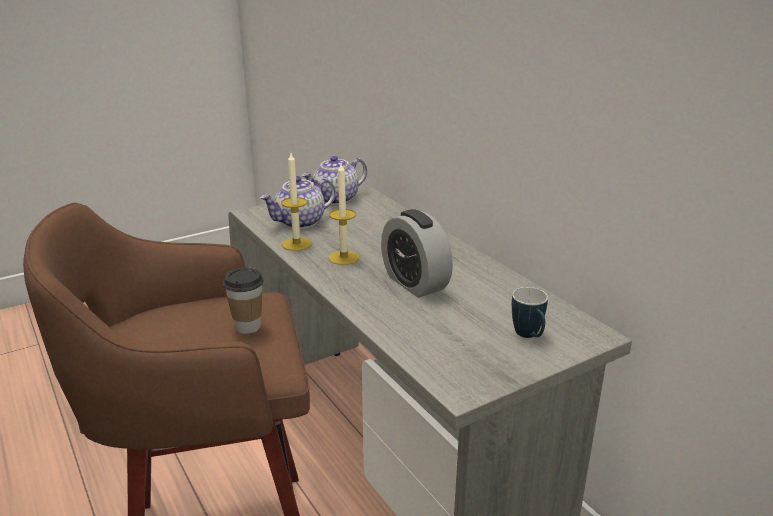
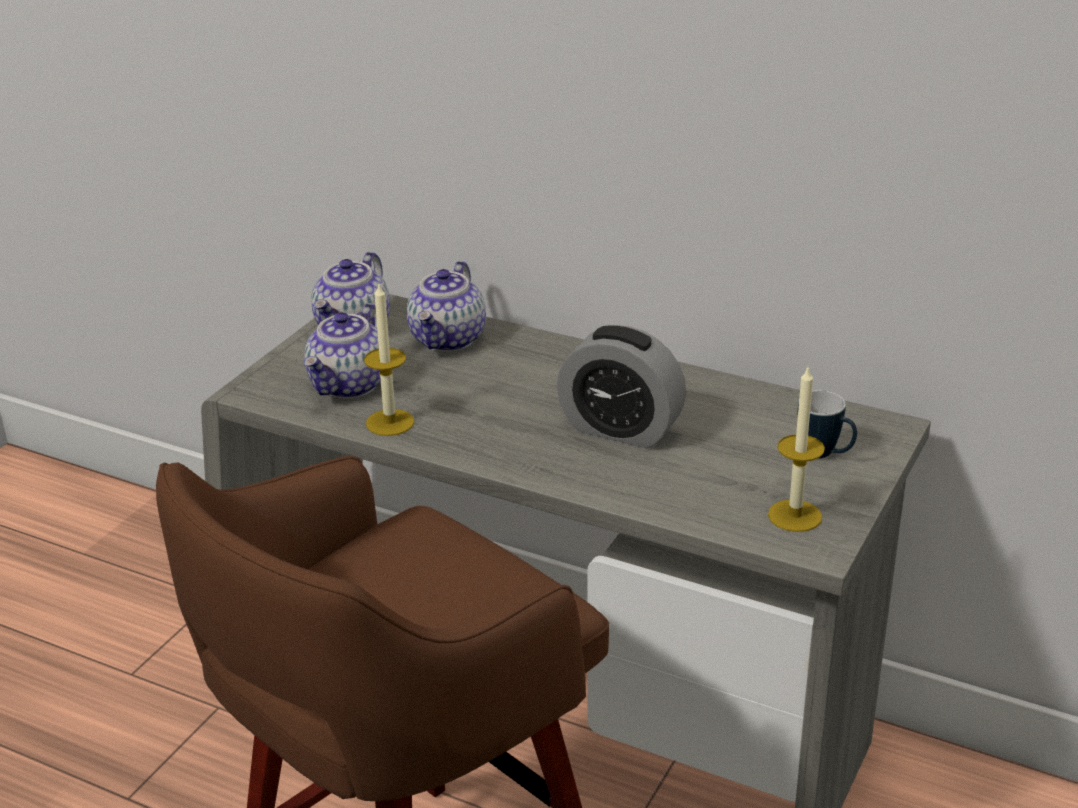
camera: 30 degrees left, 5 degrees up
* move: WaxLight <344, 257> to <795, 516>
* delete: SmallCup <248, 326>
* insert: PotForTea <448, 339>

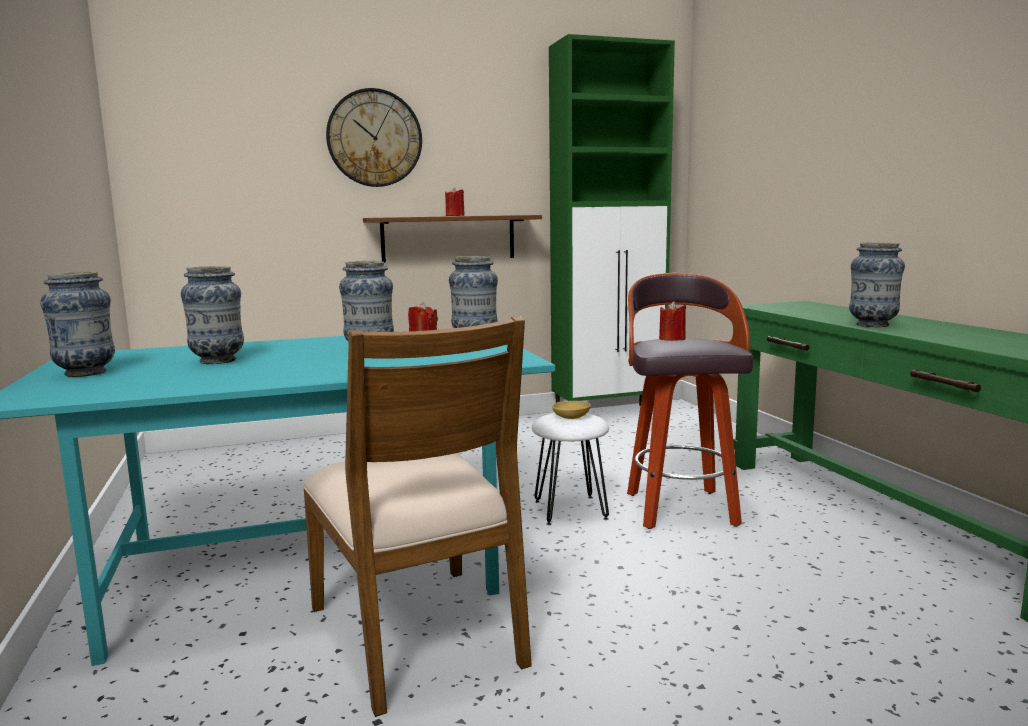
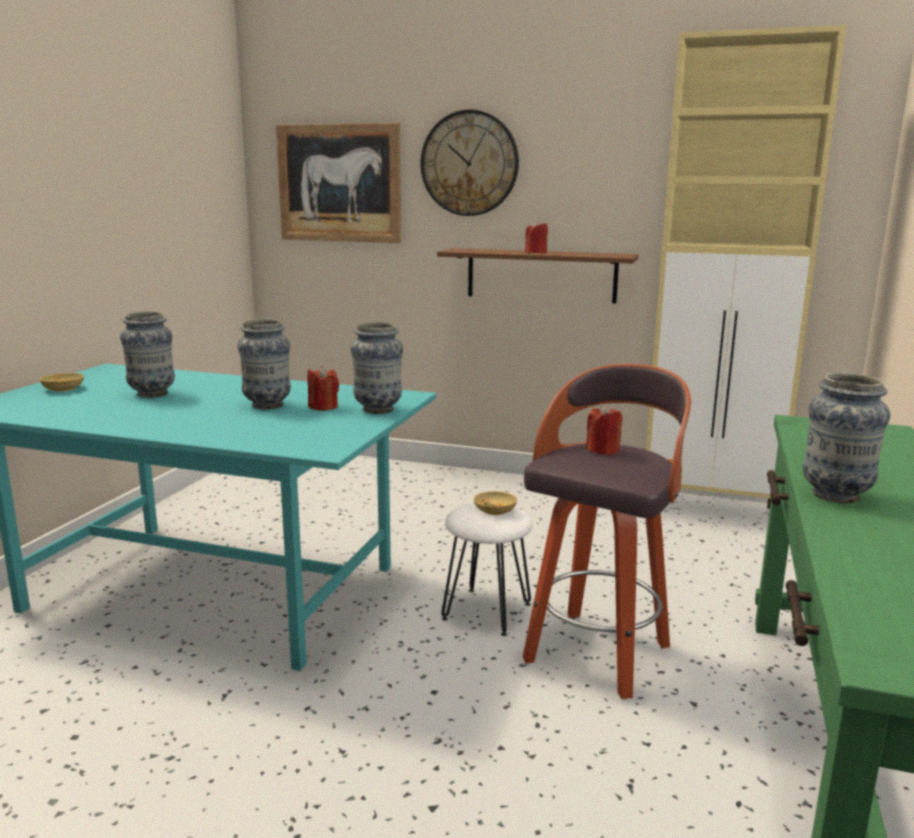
camera: 35 degrees right, 5 degrees up
* recolor: GreenishStorageCabinet <609, 414> to BeigeStorageCabinet <710, 509>
* replace: DecorativeVase <86, 373> to BeigeBowl <62, 389>
* delete: BrownishPlainChair <419, 634>
* insert: WallPicture <339, 183>

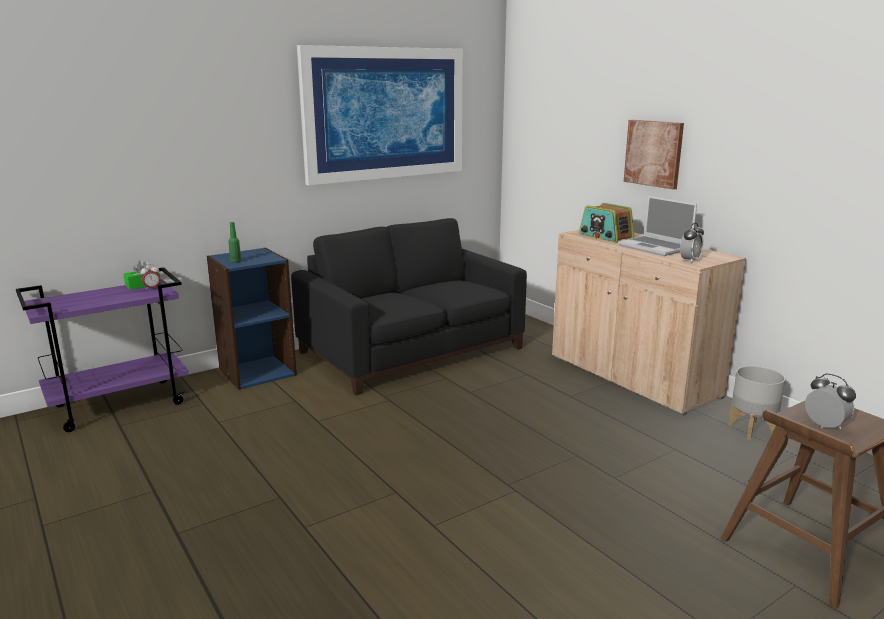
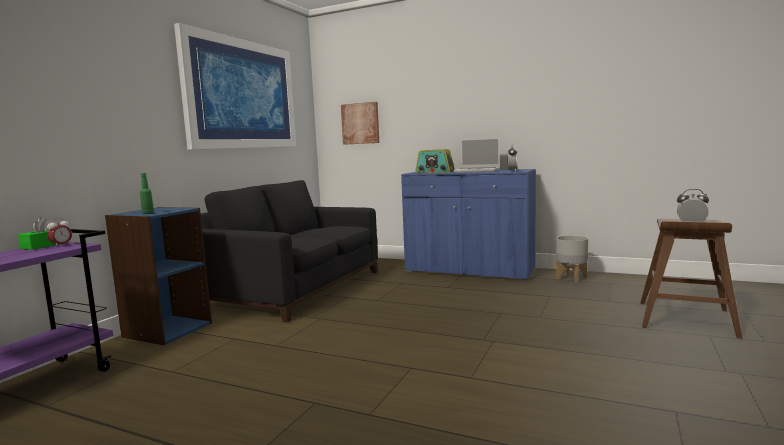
camera: 30 degrees left, 10 degrees down
* move: WallPicture <654, 153> to <360, 123>
* recolor: BeigeStorageCabinet <632, 376> to BluishStorageCabinet <469, 270>

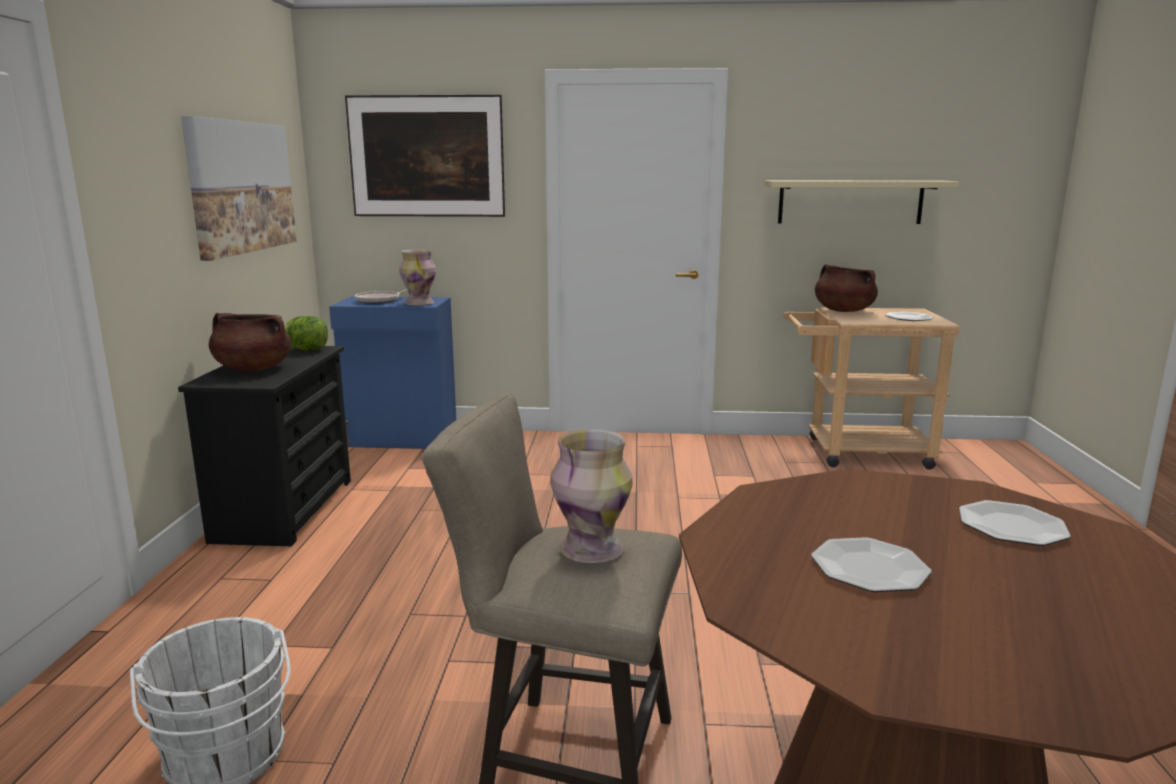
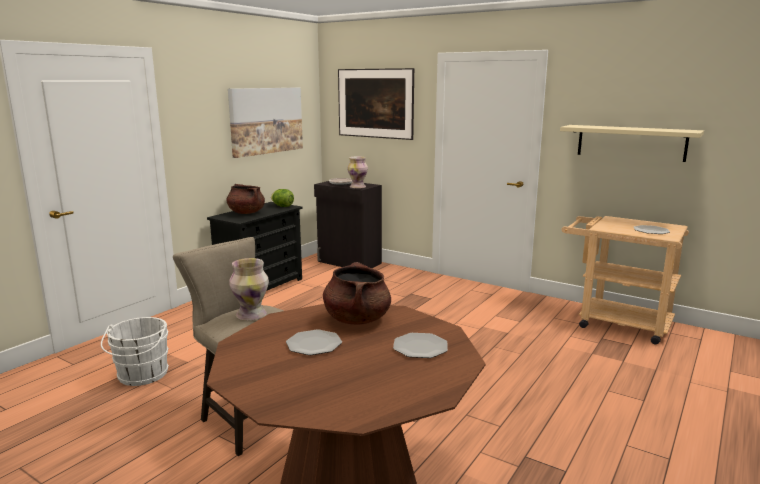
camera: 30 degrees right, 0 degrees up
* move: BrownishCookingPot <843, 311> to <357, 319>
* recolor: BluishStorageCabinet <402, 439> to BlackishStorageCabinet <349, 263>

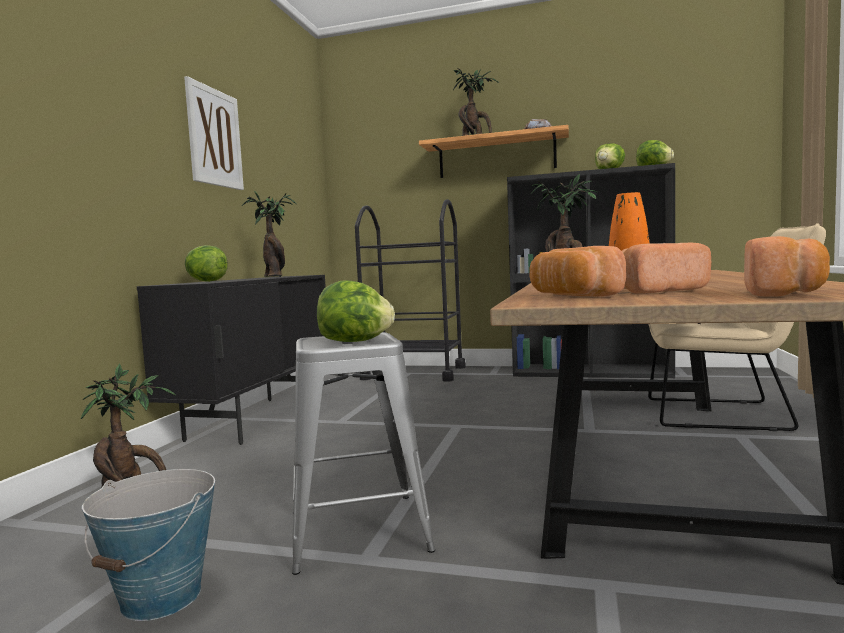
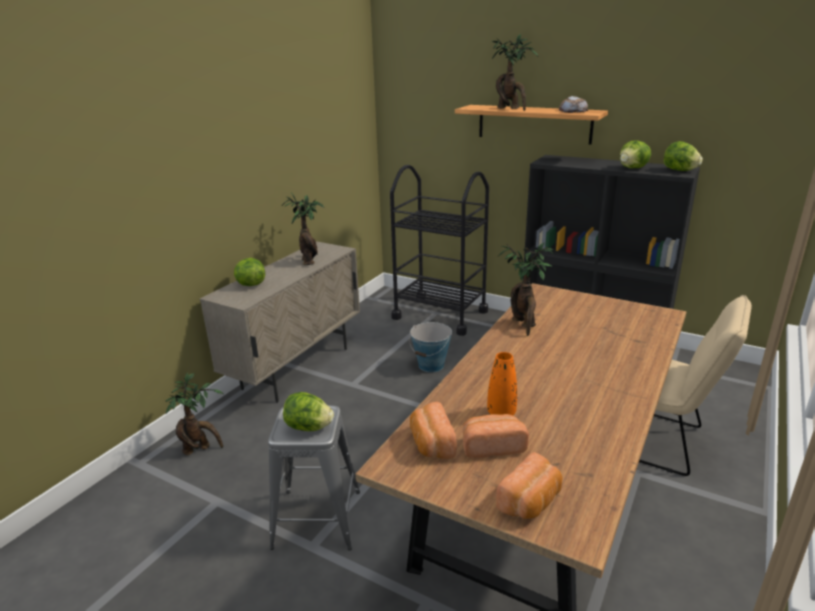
camera: 15 degrees right, 20 degrees up
* delete: WallPicture <214, 137>
* recolor: BlackishStorageCabinet <257, 419> to BeigeStorageCabinet <297, 368>
* move: Pail <162, 597> to <431, 365>

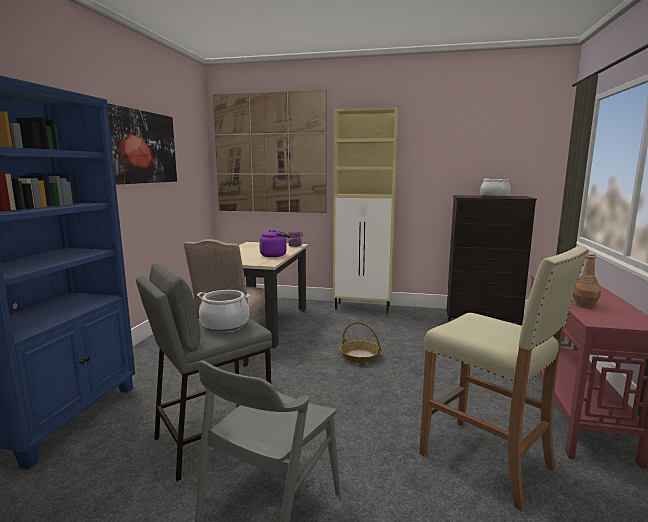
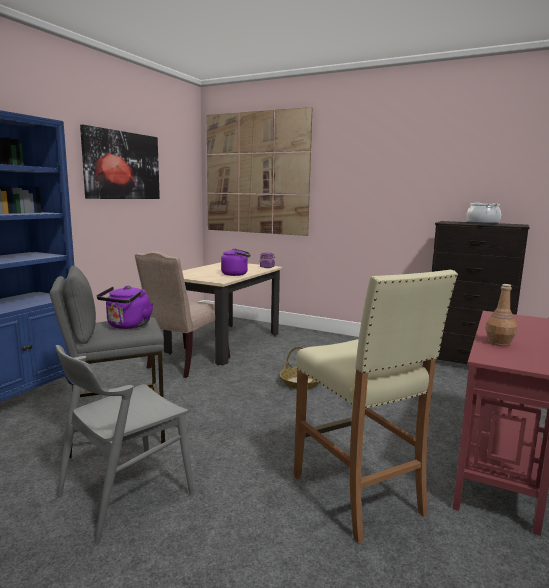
camera: 15 degrees right, 0 degrees up
* delete: BeigeStorageCabinet <363, 308>
* replace: CookingPot <225, 324> to PurpleColouredTeaKettle <127, 326>

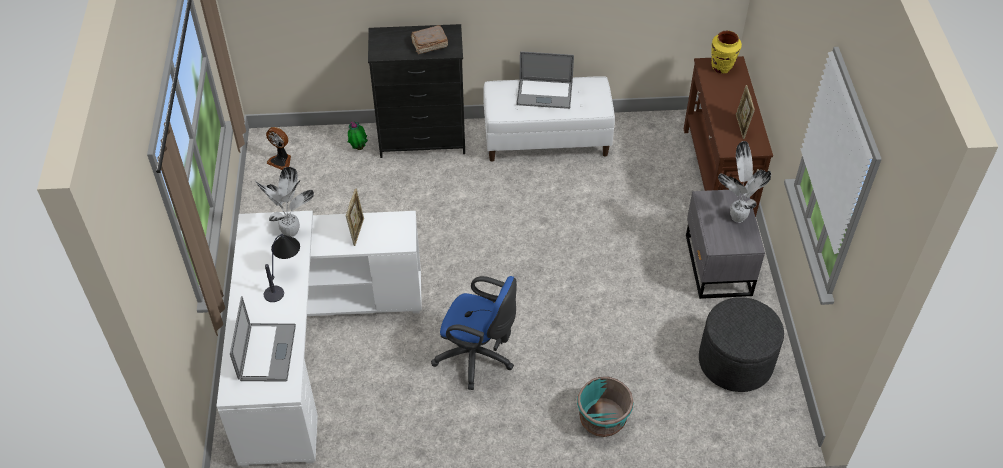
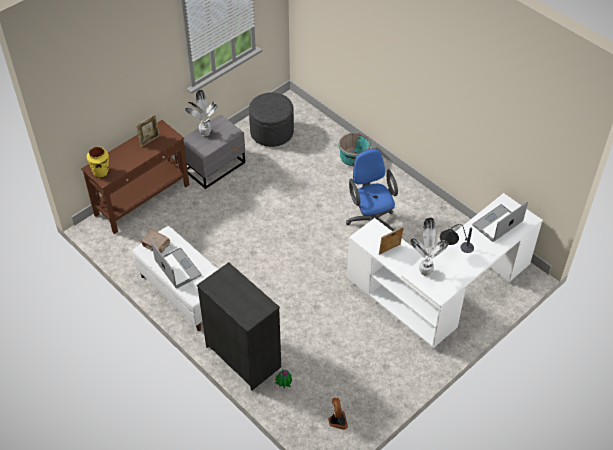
camera: 130 degrees left, 0 degrees up
* move: BrownishBoundBook <429, 45> to <156, 245>

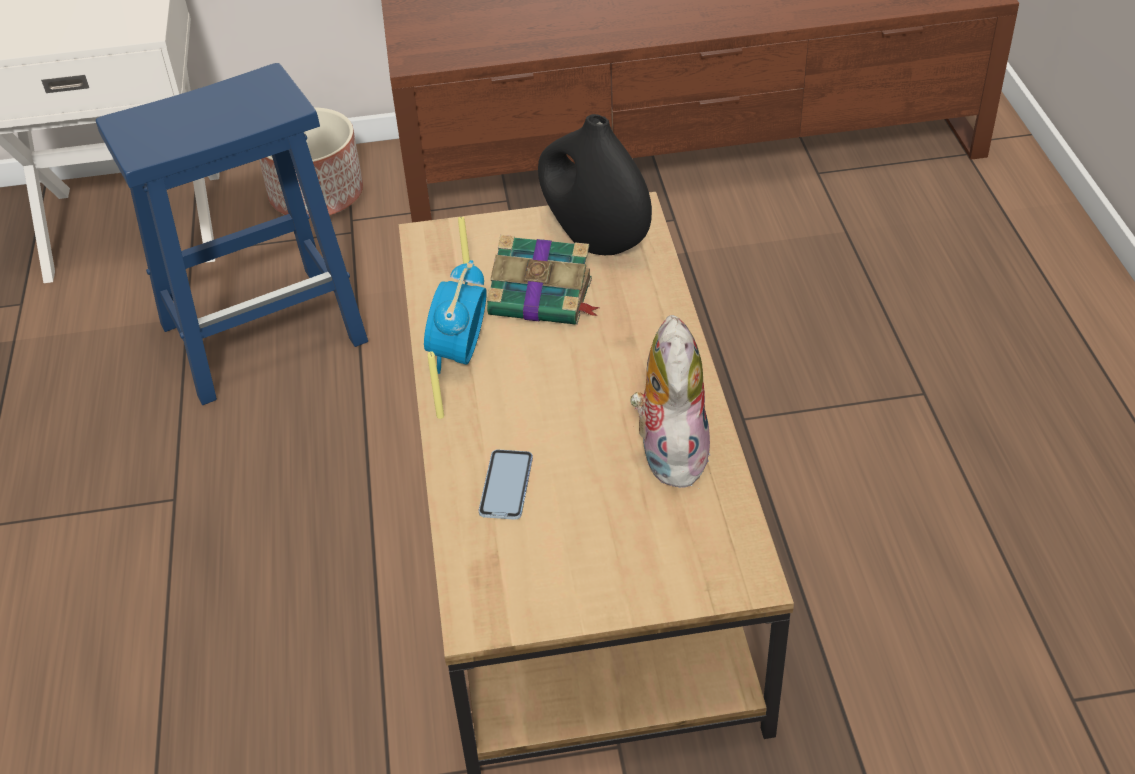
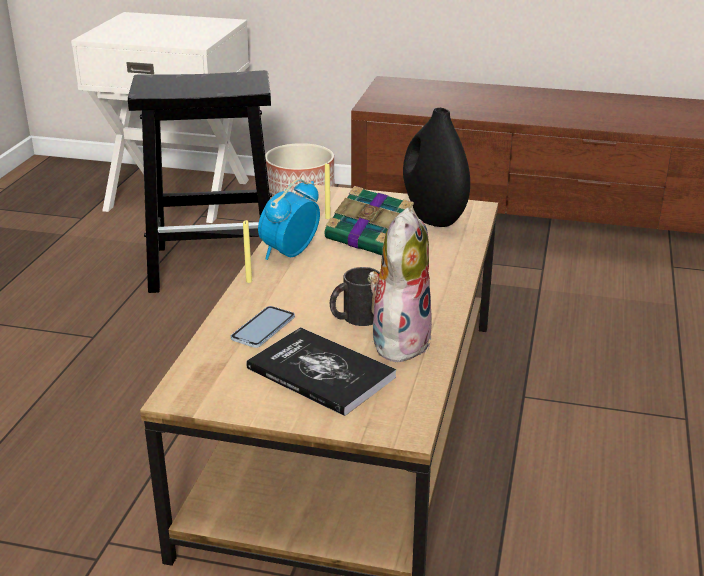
camera: 20 degrees right, 15 degrees down
* recolor: BluishStool <266, 331> to BlackishStool <217, 265>
* insert: BlackishTeaMug <355, 318>
* insert: BoundBook <320, 373>

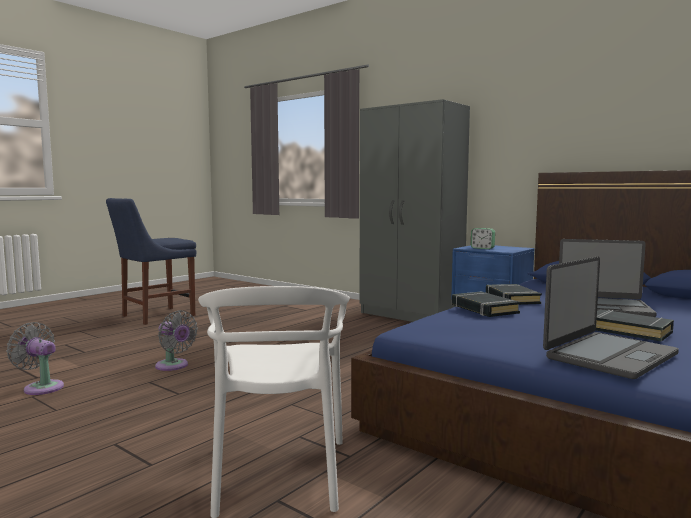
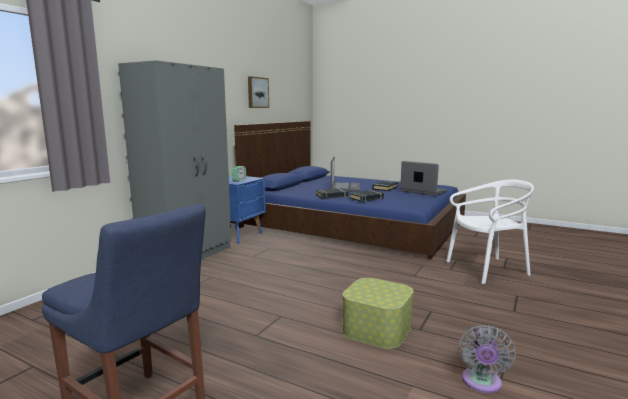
camera: 100 degrees left, 5 degrees up
* replace: GreyCoolingFan <173, 366> to StorageBox <376, 329>
* insert: WallPicture <257, 92>

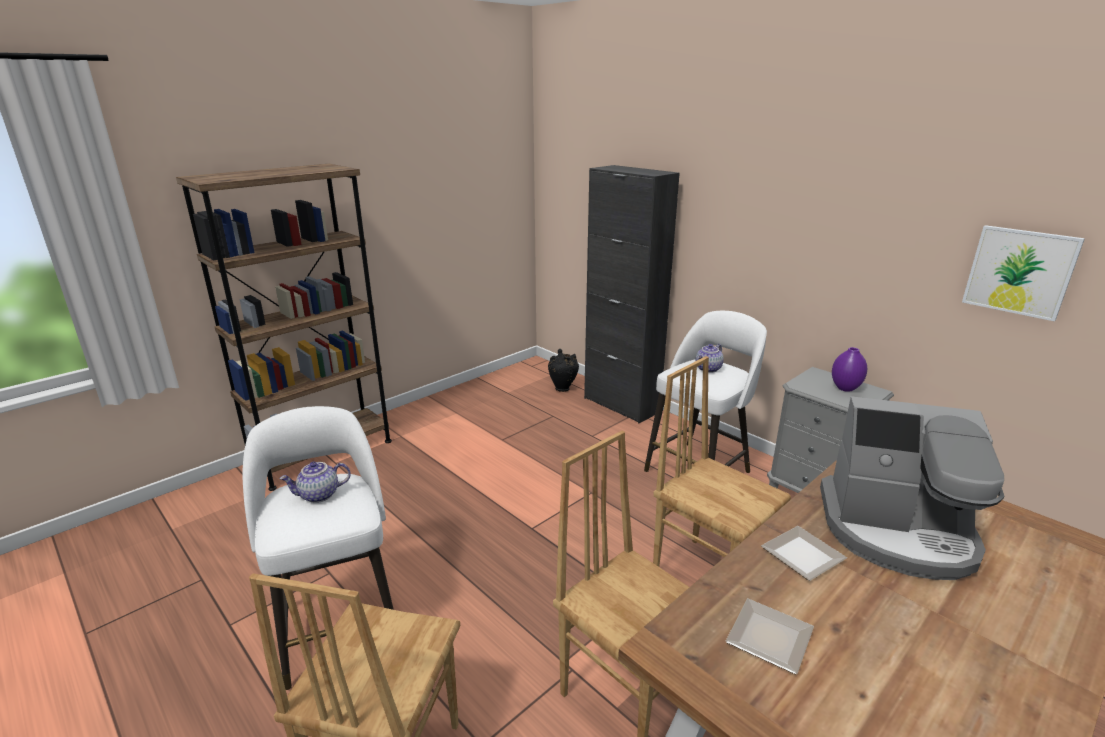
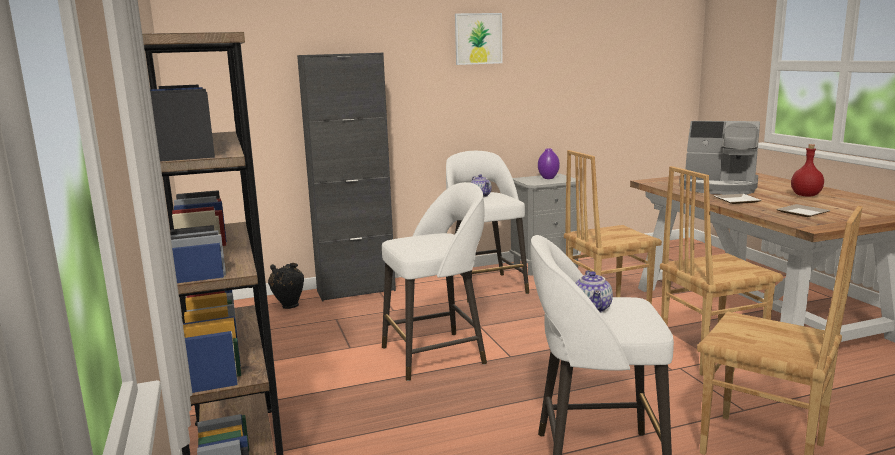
camera: 65 degrees left, 10 degrees down
* move: WallPicture <1019, 272> to <478, 38>
* rotate: CoffeeMaker <897, 532> = <719, 187> 75 degrees clockwise
* insert: RedBeverageBottle <806, 195>
* insert: WhiteStool <436, 355>

